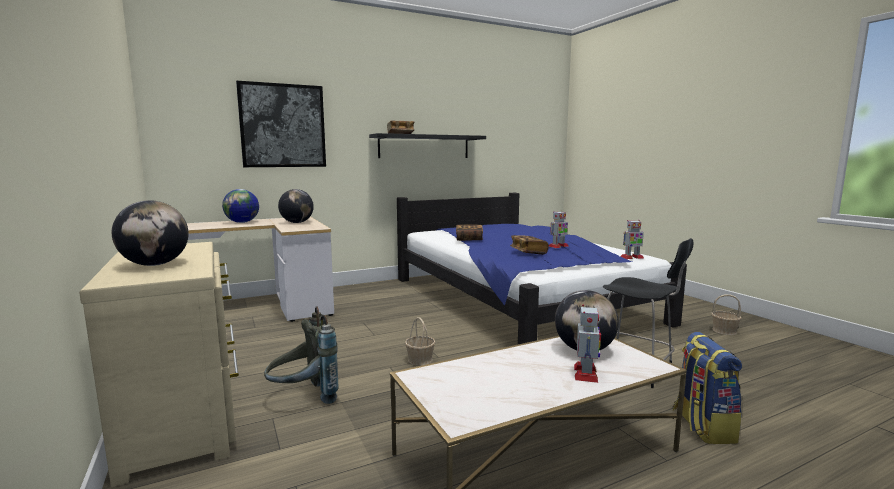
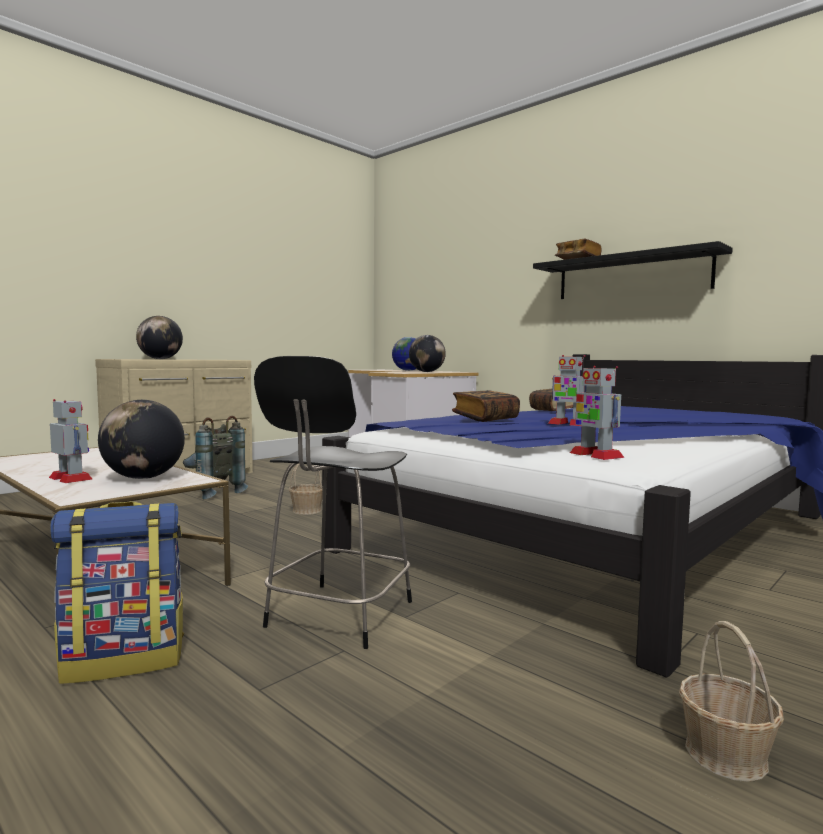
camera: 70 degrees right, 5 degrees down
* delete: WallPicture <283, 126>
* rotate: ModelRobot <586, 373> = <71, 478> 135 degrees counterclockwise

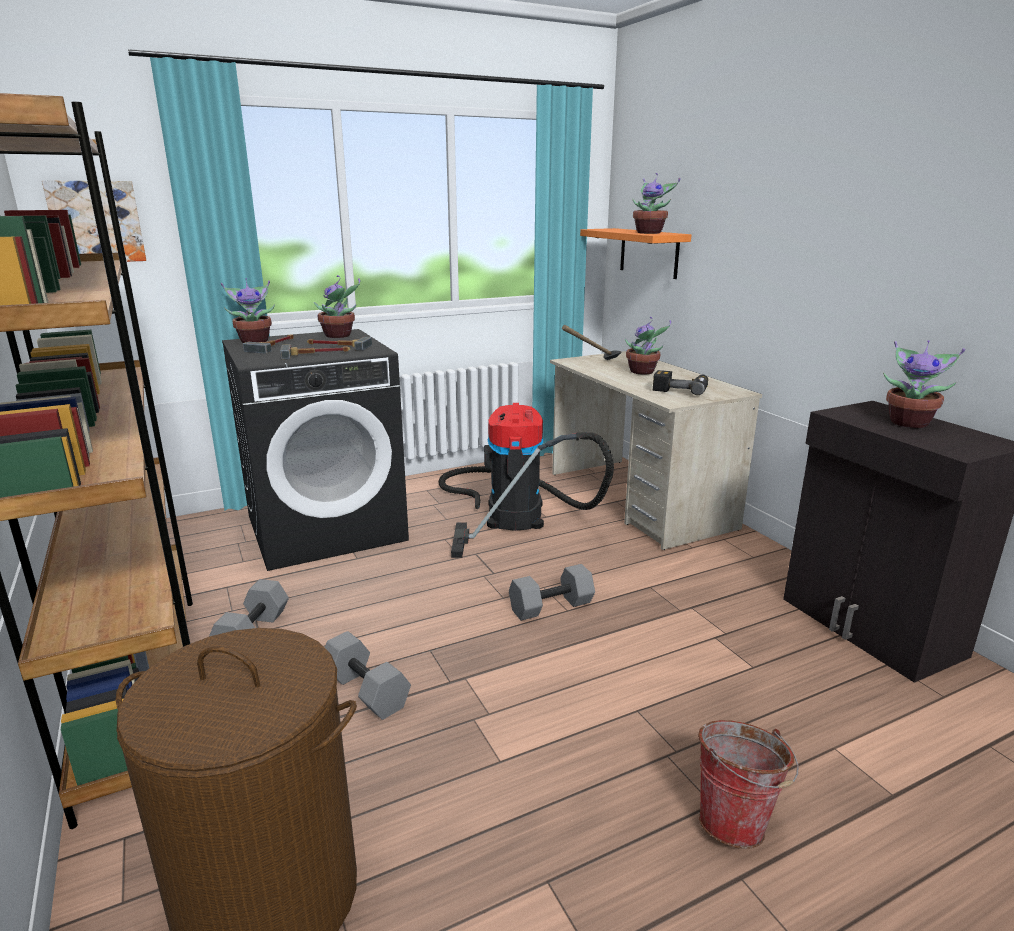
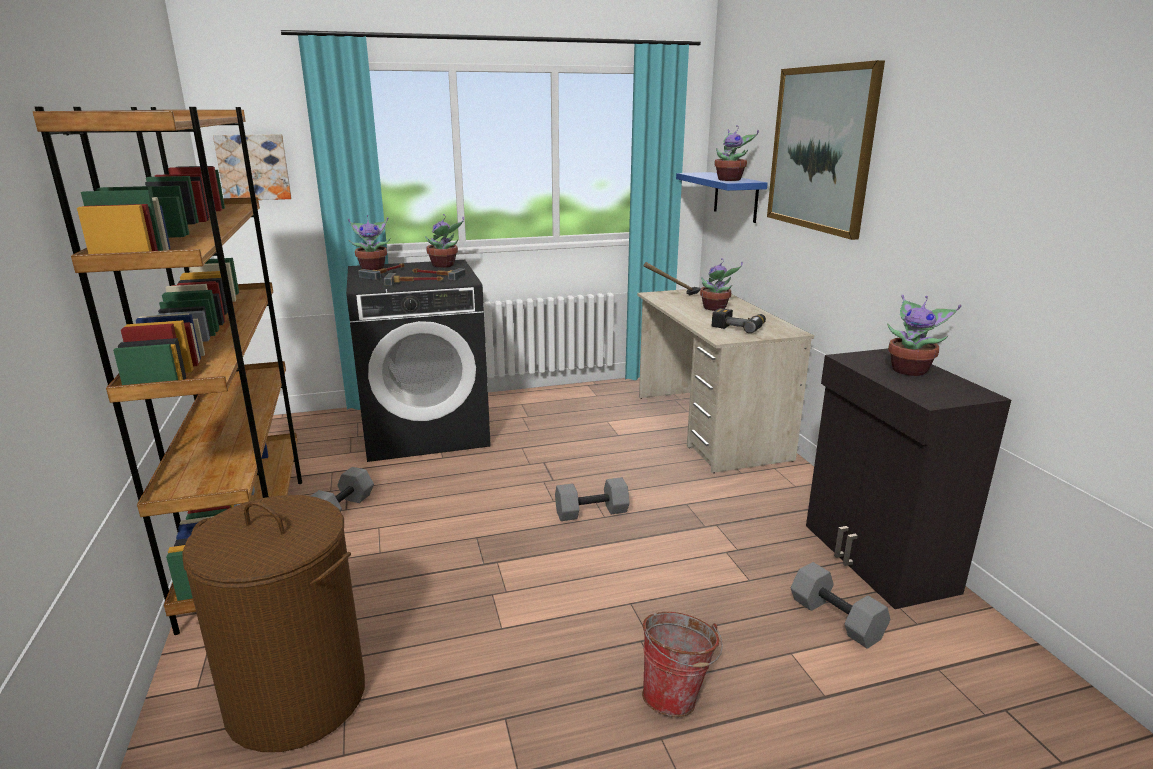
camera: 10 degrees right, 0 degrees up
* recolor: OrangeColouredBracketShelf <649, 252> to BluishBracketShelf <735, 197>
* delete: Hoover <513, 512>
* move: GreyDumbbell <364, 691> to <834, 619>
* insert: WallPicture <821, 149>

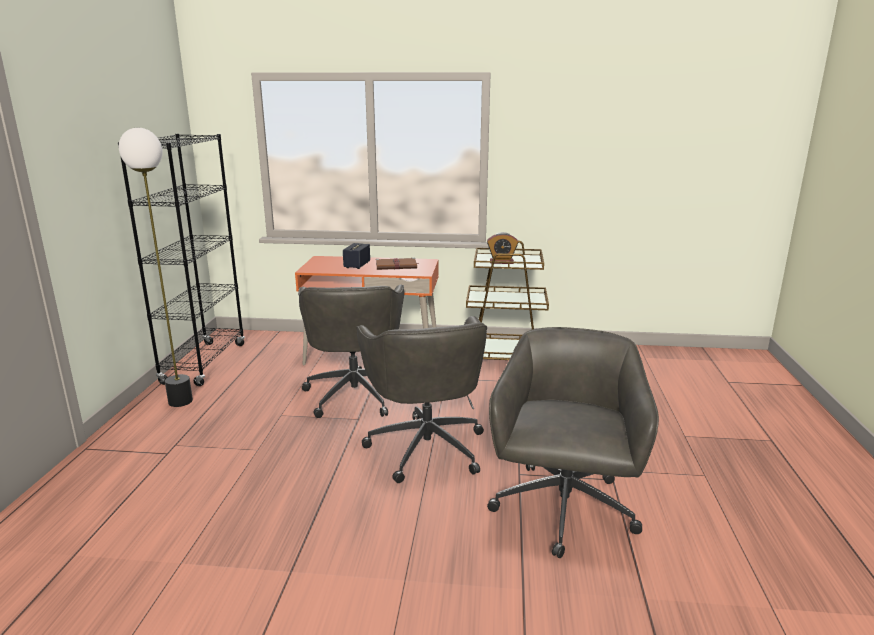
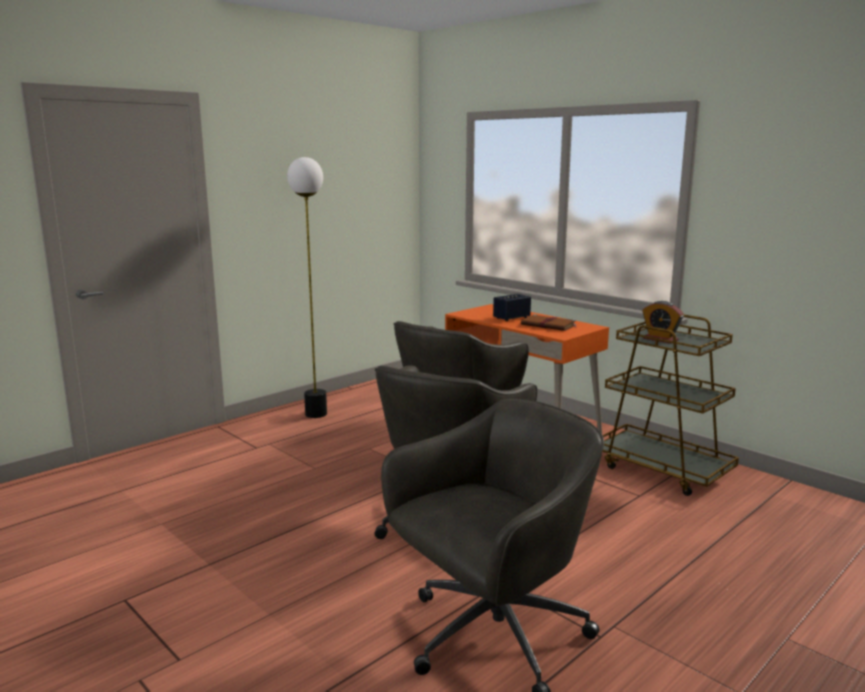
camera: 40 degrees right, 5 degrees down
* delete: BlackishBookcase <204, 363>

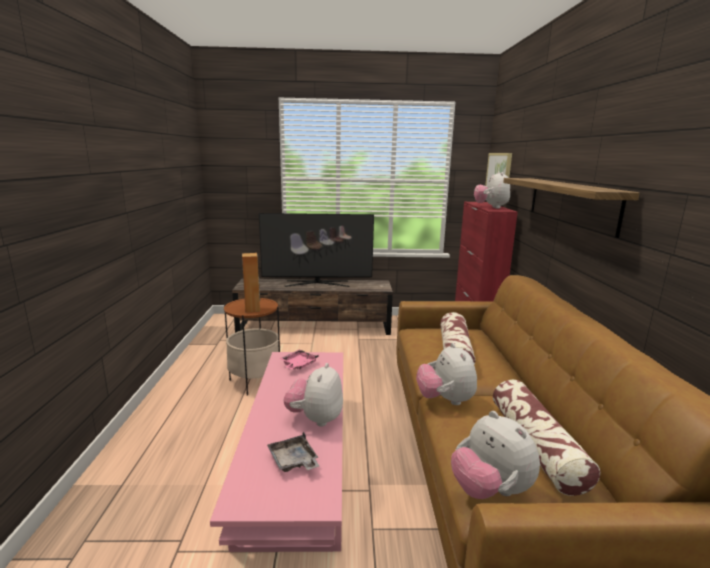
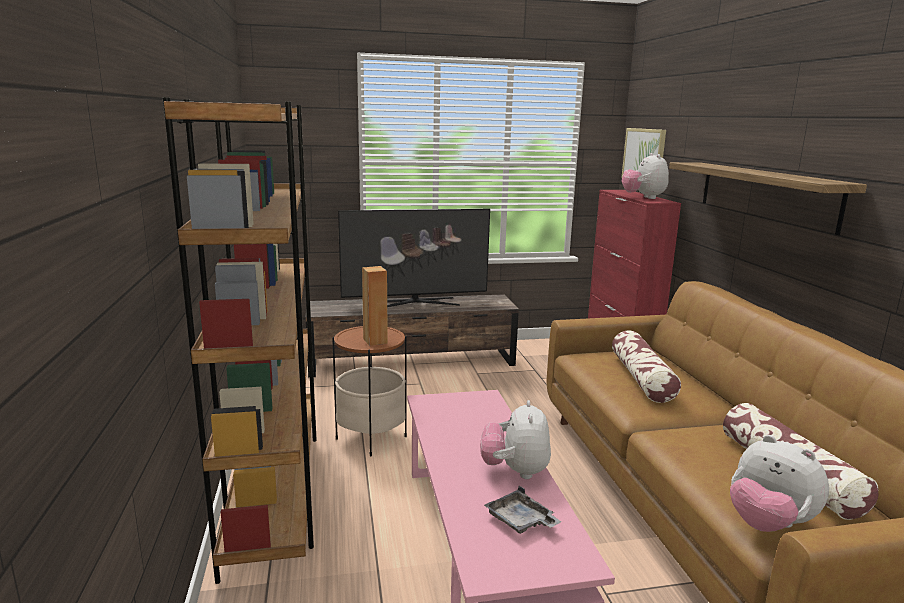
camera: 10 degrees left, 0 degrees up
* delete: SoftToy <445, 400>
* delete: PinkTray <298, 365>
* insert: BrownishBookcase <275, 489>

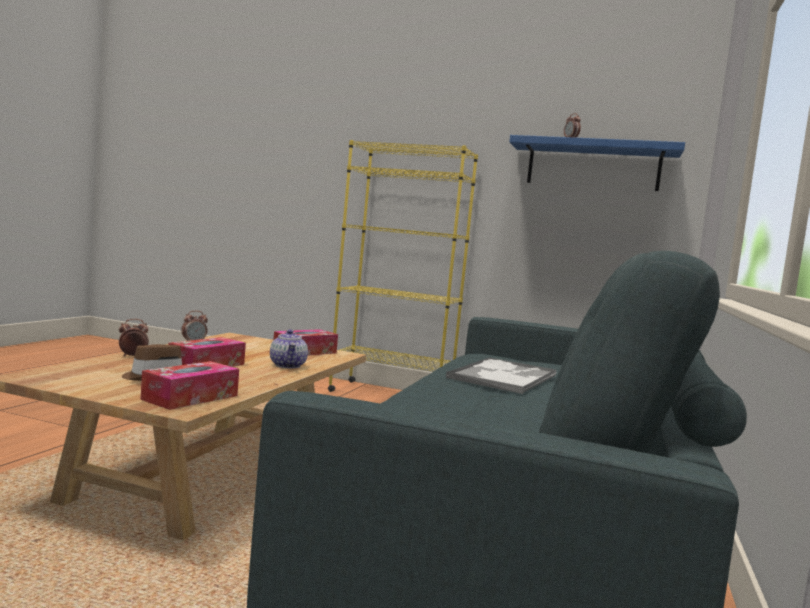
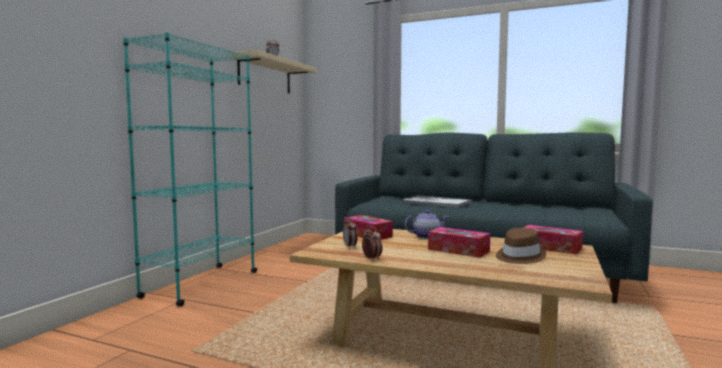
camera: 85 degrees left, 0 degrees up
* recolor: BluishBracketShelf <593, 166> to BeigeBracketShelf <265, 75>
* recolor: YellowBookcase <391, 395> to BlueGreenBookcase <201, 284>
* move: AlarmClock <132, 356> to <350, 246>

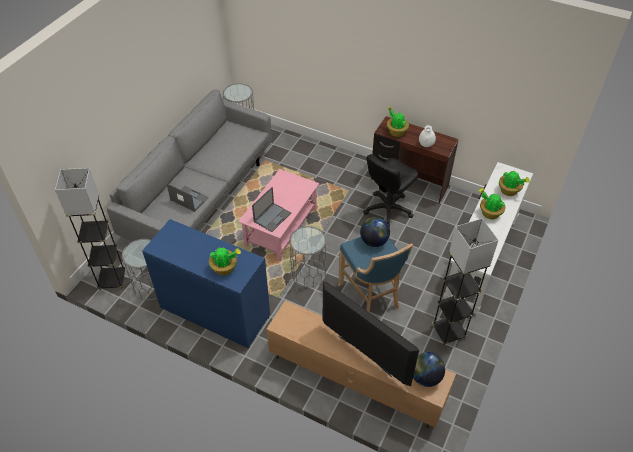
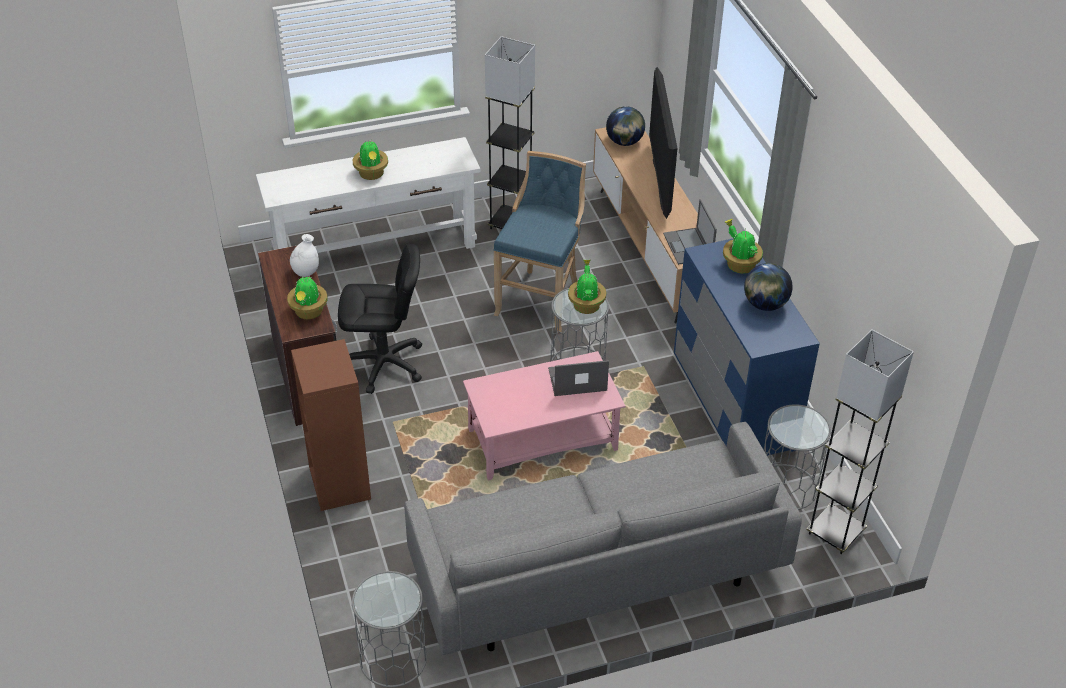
camera: 135 degrees left, 5 degrees down
* move: Houseplant <509, 191> to <586, 305>
* move: NotebookComputer <189, 199> to <688, 247>
* move: WorldGlobe <374, 241> to <765, 304>
* insert: BrownishBookcase <339, 482>

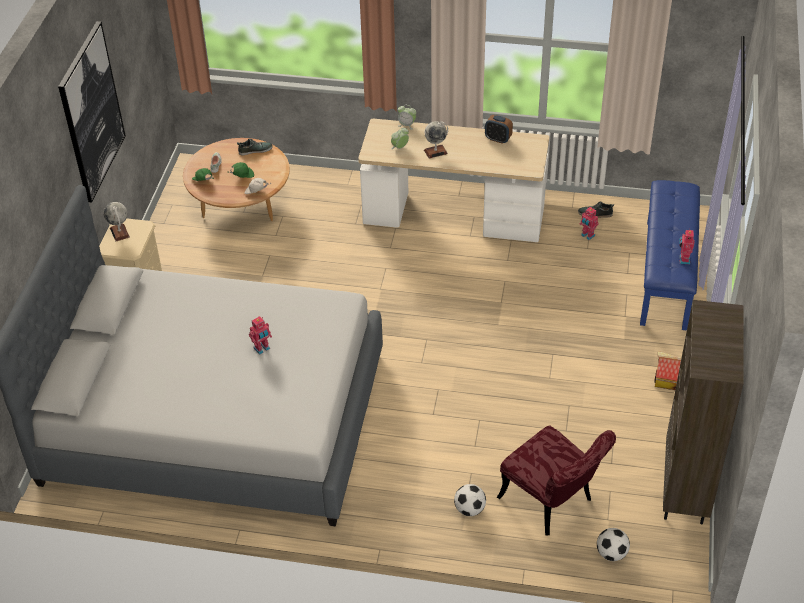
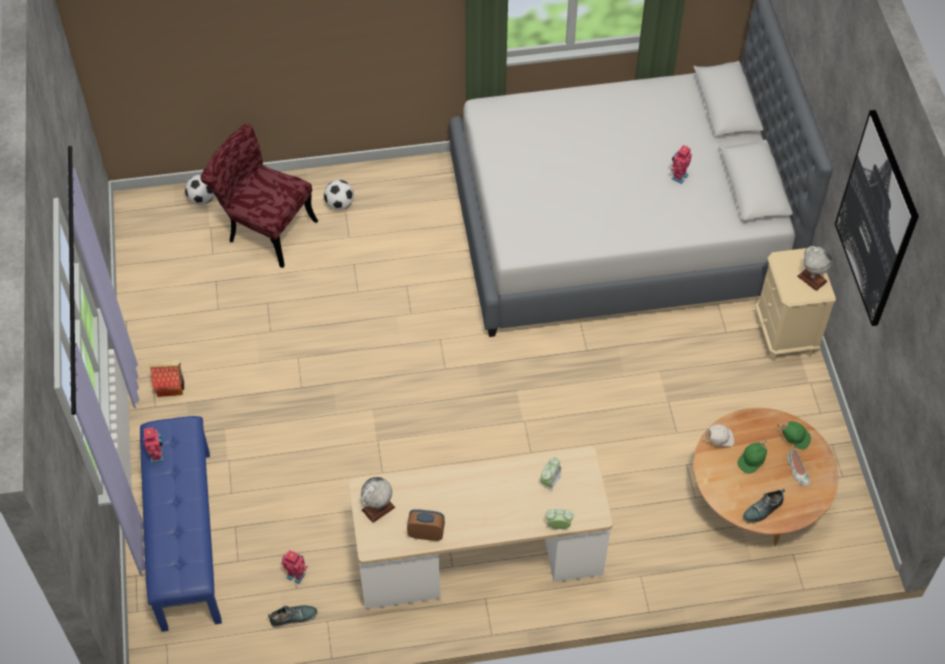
camera: 160 degrees right, 10 degrees up
* move: WorldGlobe <435, 152> to <378, 508>
* delete: BrownishBookcase <685, 490>
* move: ModelRobot <262, 349> to <678, 176>

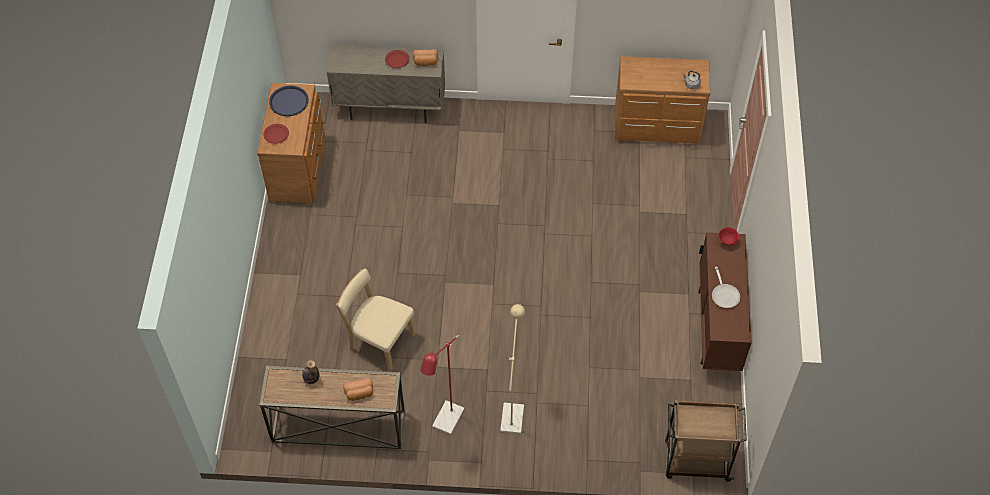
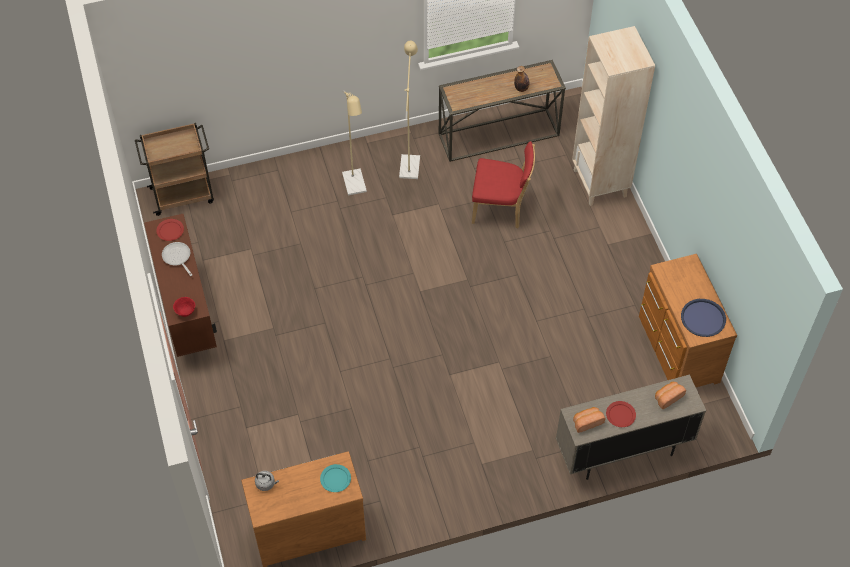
camera: 160 degrees right, 0 degrees up
* move: RedPlate <276, 134> to <170, 231>
* recolor: BeigePlainChair <379, 341> to RedPlainChair <500, 209>
* recolor: RedStandingLamp <445, 423> to BeigeStandingLamp <410, 162>
* move: Bread <359, 394> to <667, 397>
* insert: BeigeBookcase <600, 183>
* insert: BlueGreenPlate <335, 479>

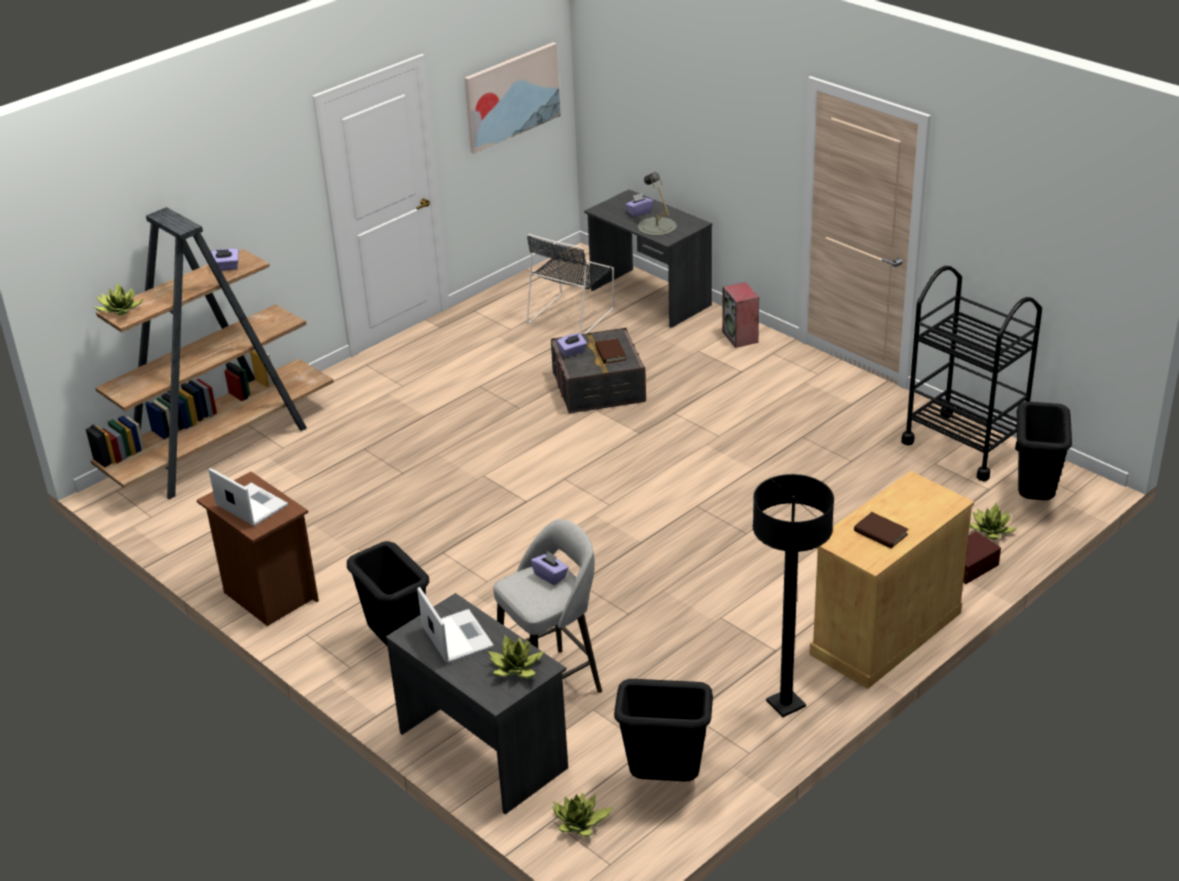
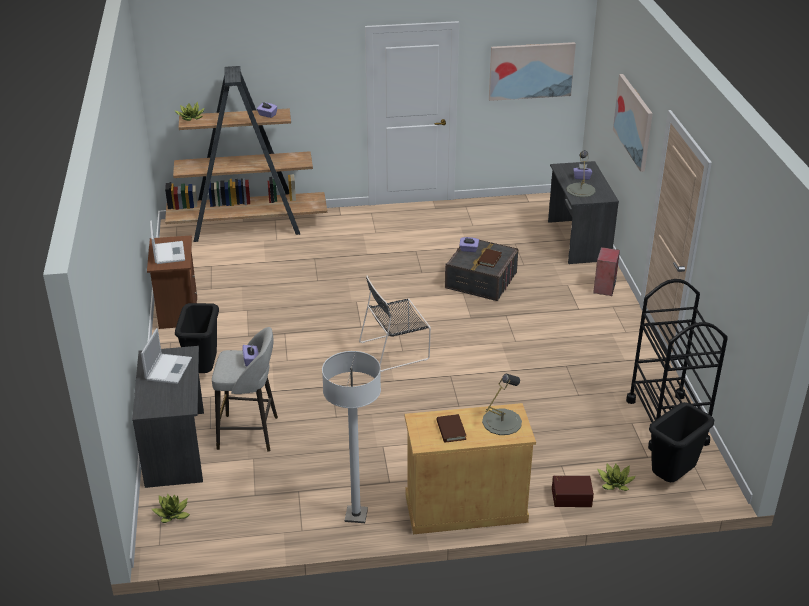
camera: 35 degrees right, 0 degrees up
* move: BlackishPlainChair <572, 315> to <396, 350>
* recolor: BlackishStandingLamp <785, 704> to WhiteStandingLamp <356, 515>
* delete: Houseplant <516, 668>
* delete: BlackishTrashCan <664, 781>
* insert: WallPicture <634, 121>
* insert: GreyTabletopLamp <502, 422>

